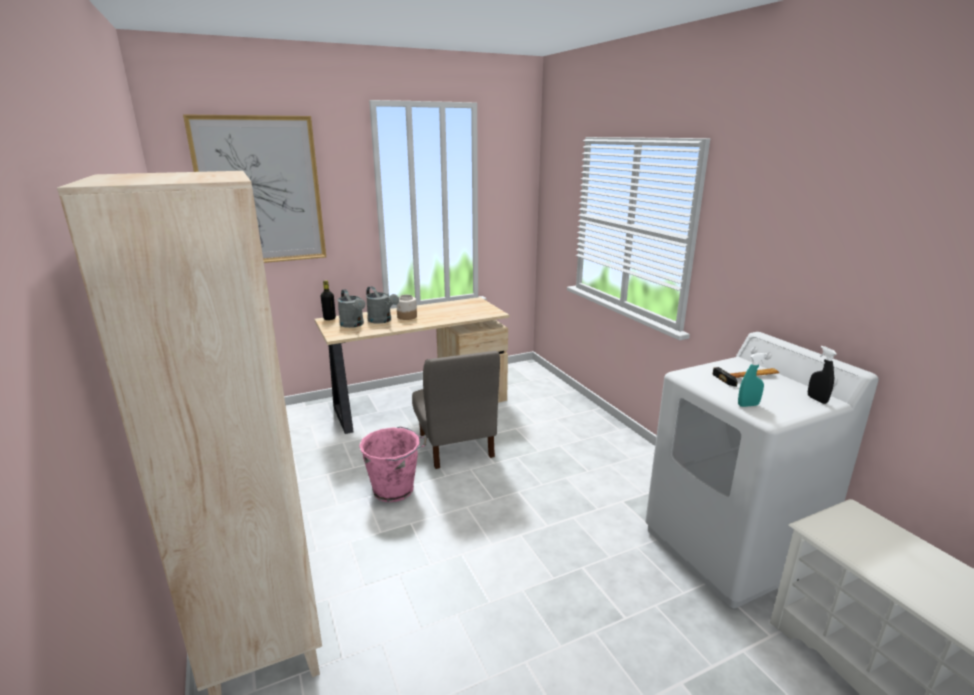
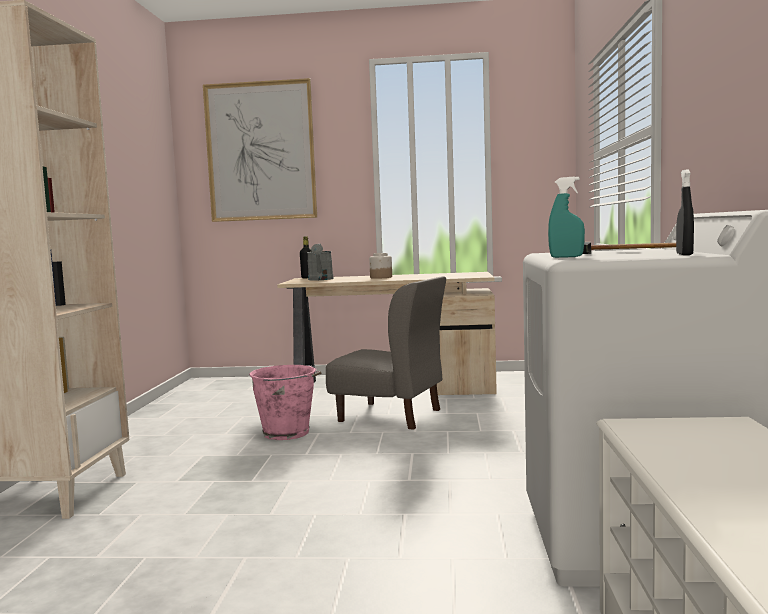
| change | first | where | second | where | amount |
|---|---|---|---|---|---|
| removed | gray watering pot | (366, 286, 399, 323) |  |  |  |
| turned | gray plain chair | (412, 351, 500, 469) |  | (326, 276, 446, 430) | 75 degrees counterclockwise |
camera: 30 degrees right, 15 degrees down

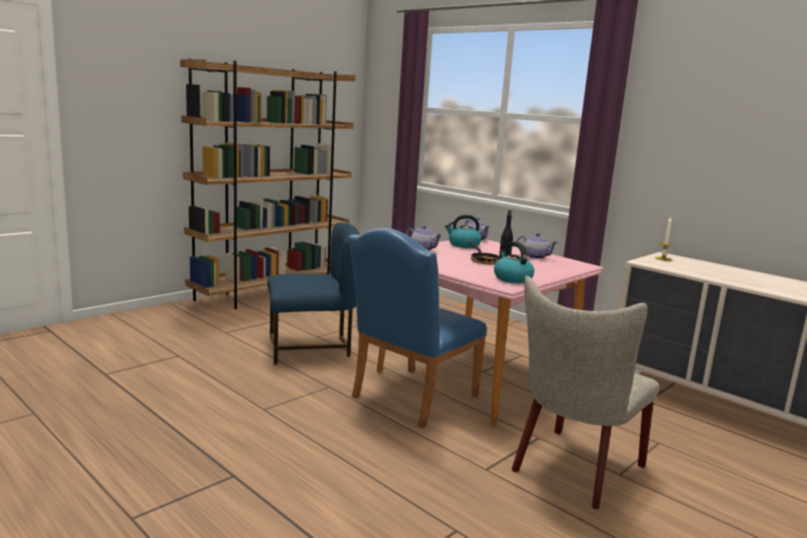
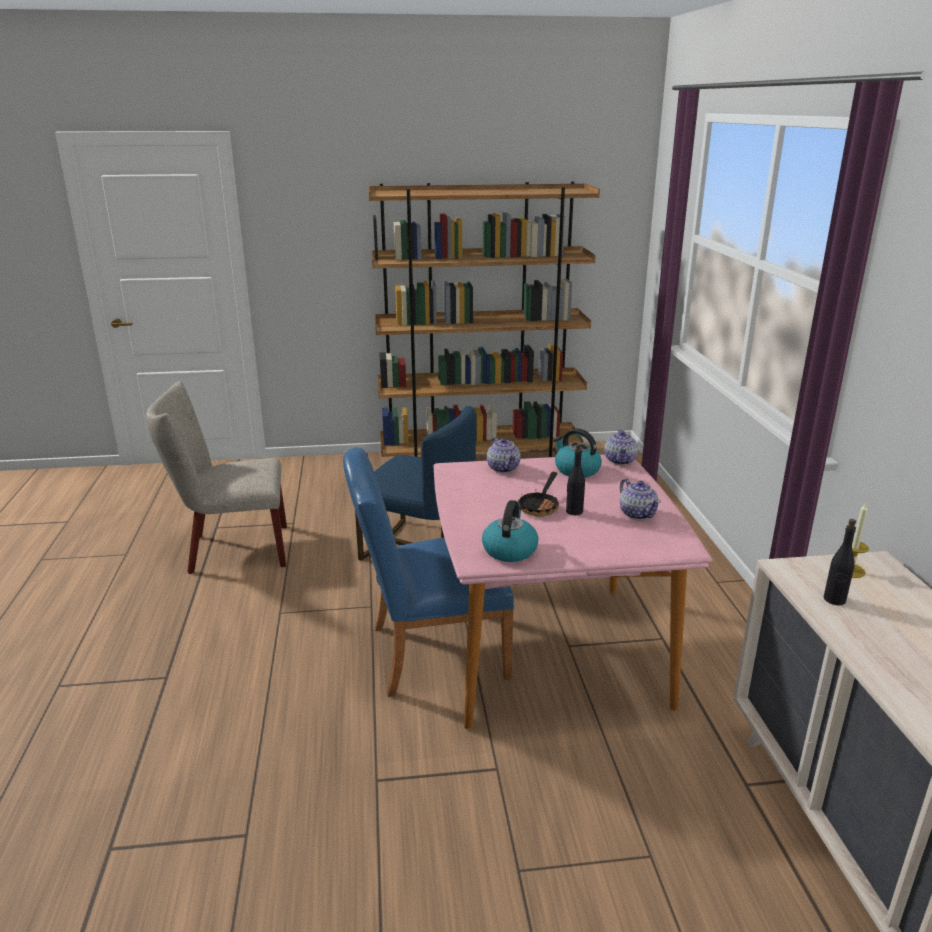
| change | first | where | second | where | amount |
|---|---|---|---|---|---|
| added |  |  | black-coloured bottle | (824, 519, 856, 606) |  |
| moved | beige plain chair | (512, 276, 659, 509) |  | (146, 381, 287, 574) |  |
camera: 40 degrees right, 10 degrees up

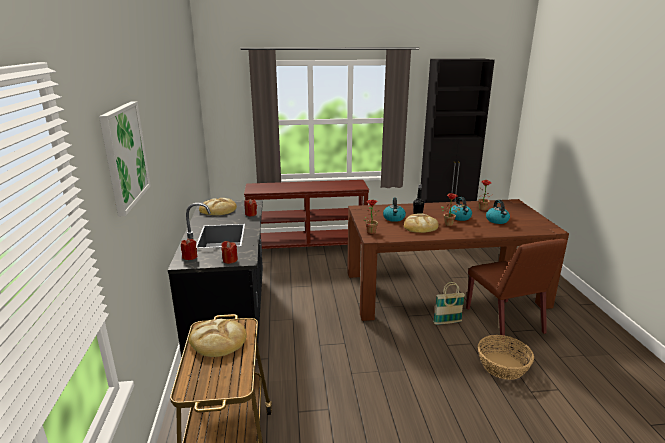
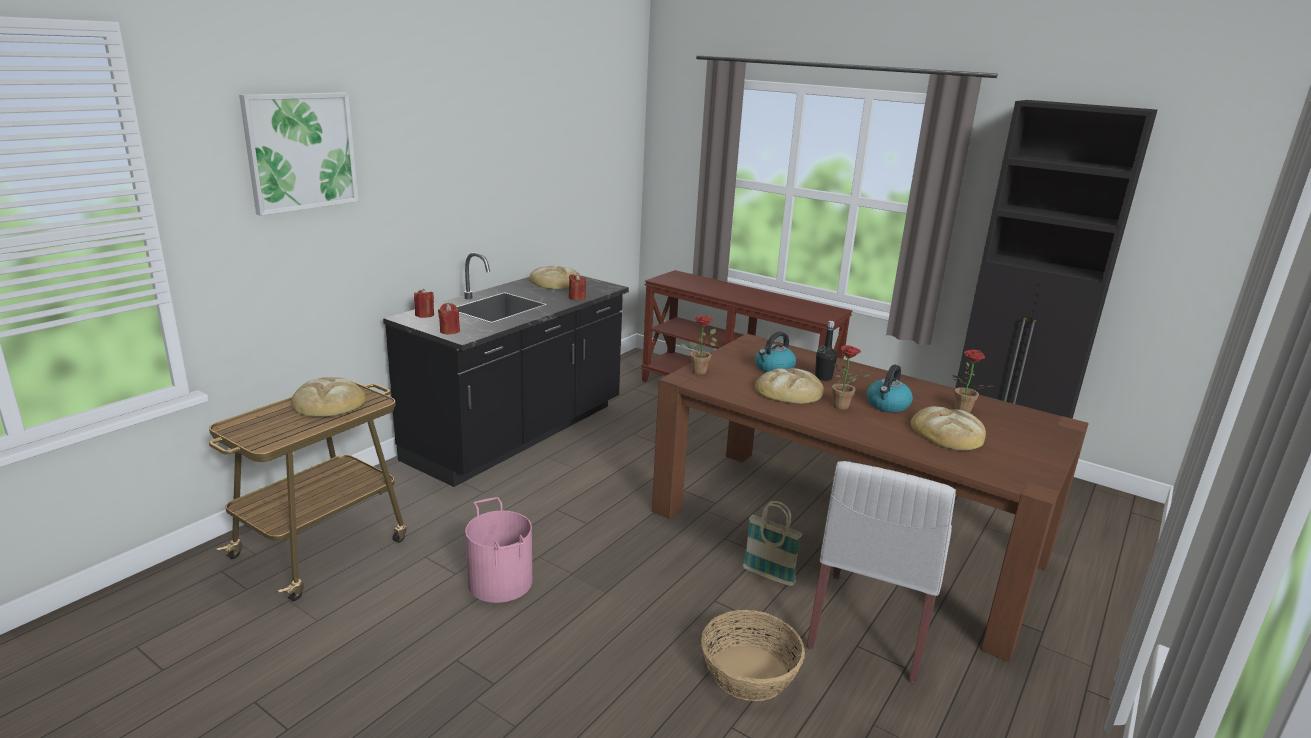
| change | first | where | second | where | amount |
|---|---|---|---|---|---|
| added |  |  | pink bucket | (465, 497, 532, 603) |  |
| replaced | kettle | (486, 200, 510, 224) | bread | (911, 406, 986, 451) |  |
| recoloured | brown-coloured plain chair | (466, 239, 567, 337) | white plain chair | (806, 461, 956, 683) |  |
camera: 40 degrees right, 0 degrees up

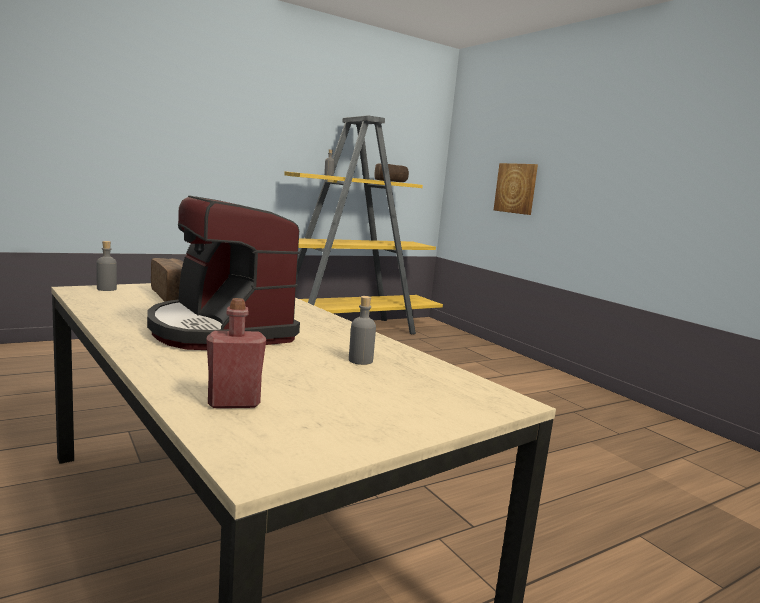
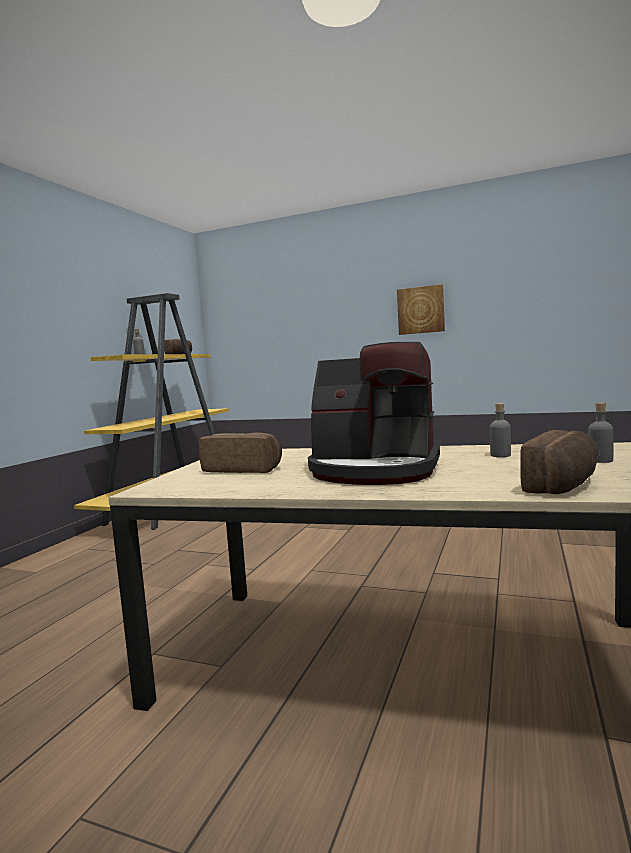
| change | first | where | second | where | amount |
|---|---|---|---|---|---|
| moved | gray bottle | (96, 241, 117, 291) |  | (588, 403, 613, 463) |  |
| moved | wall art | (494, 163, 538, 215) |  | (397, 284, 445, 335) |  |
| replaced | red-coloured bottle | (206, 298, 266, 408) | bread | (520, 430, 599, 494) |  |
camera: 35 degrees left, 5 degrees down

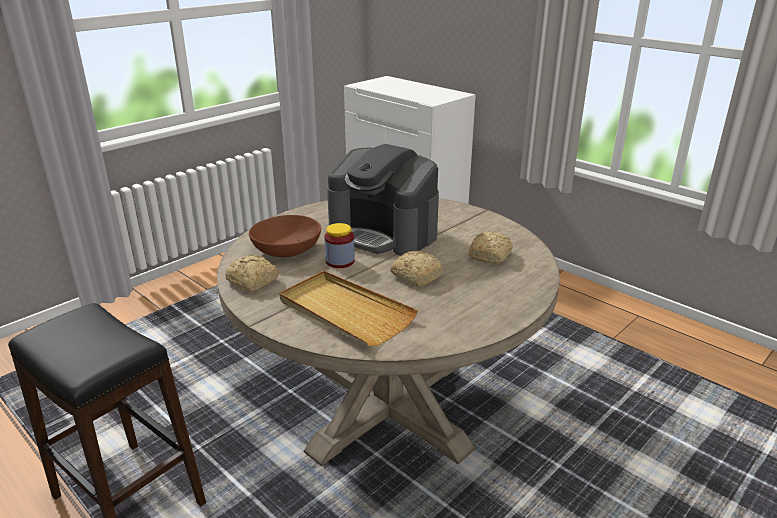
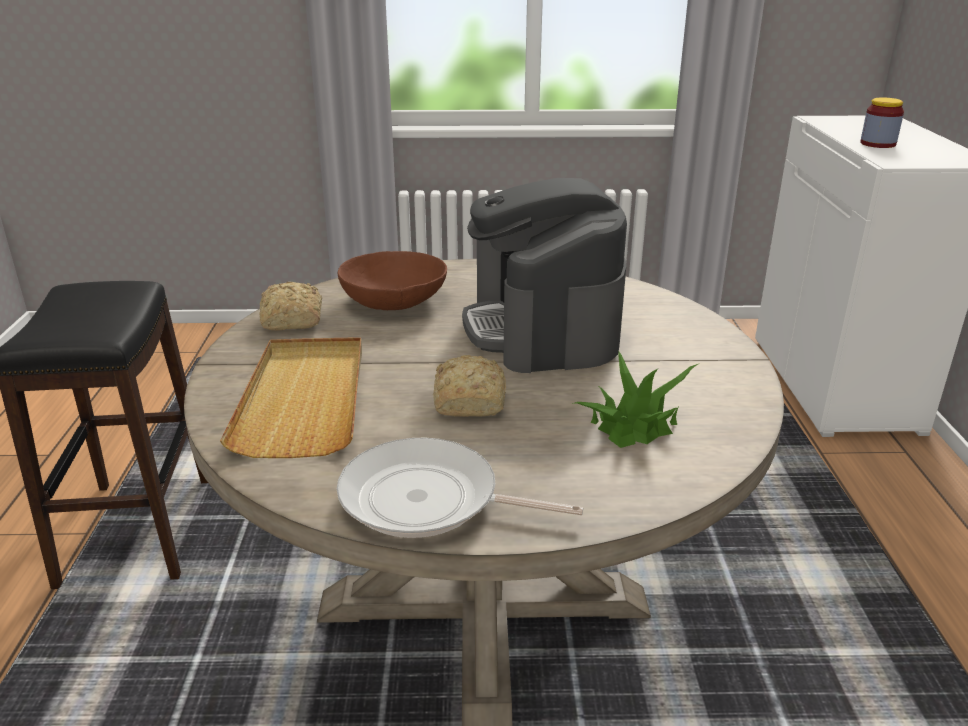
| change | first | where | second | where | amount |
|---|---|---|---|---|---|
| added |  |  | skillet | (337, 438, 583, 538) |  |
| moved | storage jar | (324, 223, 355, 268) |  | (860, 98, 904, 148) |  |
| replaced | bread | (469, 231, 513, 264) | plant in a pot | (572, 352, 700, 448) |  |
camera: 45 degrees right, 0 degrees up

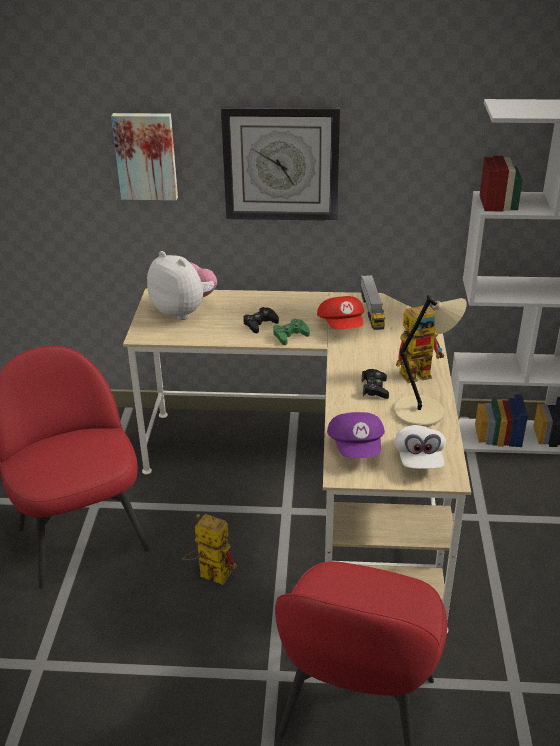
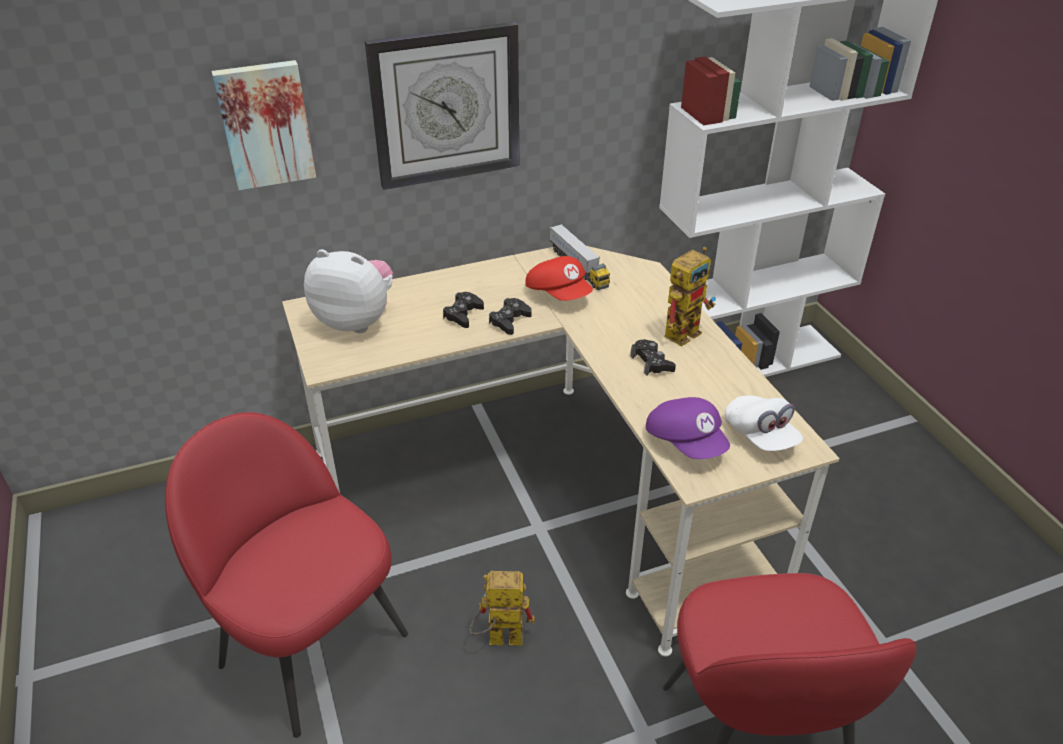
| change | first | where | second | where | amount |
|---|---|---|---|---|---|
| removed | beige tabletop lamp | (394, 295, 467, 427) |  |  |  |
| recoloured | green-coloured game controller | (274, 319, 310, 345) | black-coloured game controller | (489, 298, 532, 335) |  |
camera: 25 degrees left, 5 degrees up

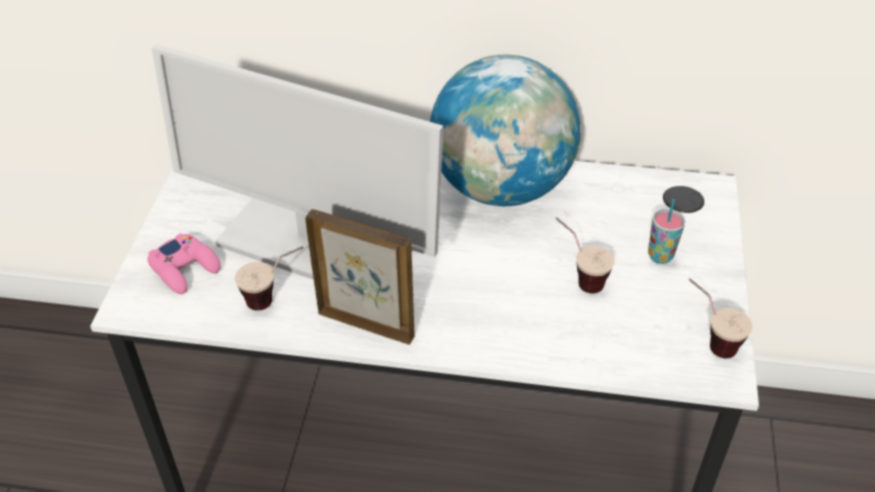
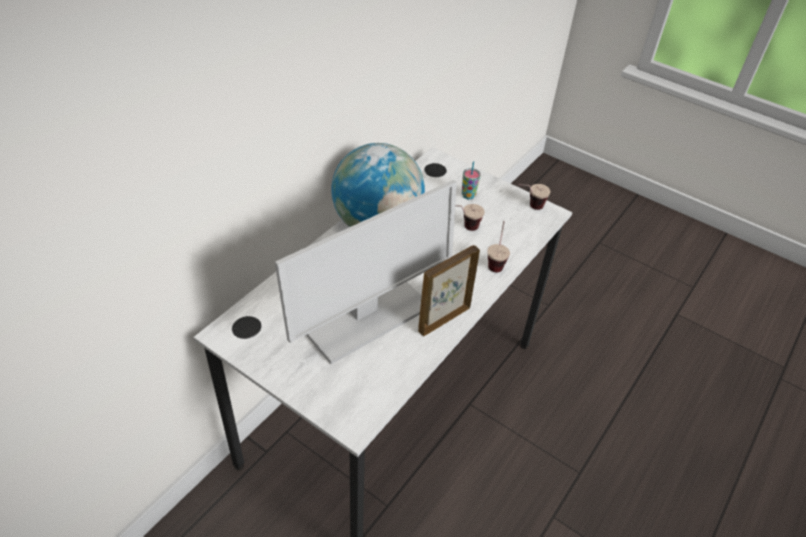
| change | first | where | second | where | amount |
|---|---|---|---|---|---|
| removed | pink game controller | (147, 233, 221, 294) |  |  |  |
| moved | small cup | (235, 246, 303, 311) |  | (487, 221, 510, 272) |  |
camera: 65 degrees left, 0 degrees up

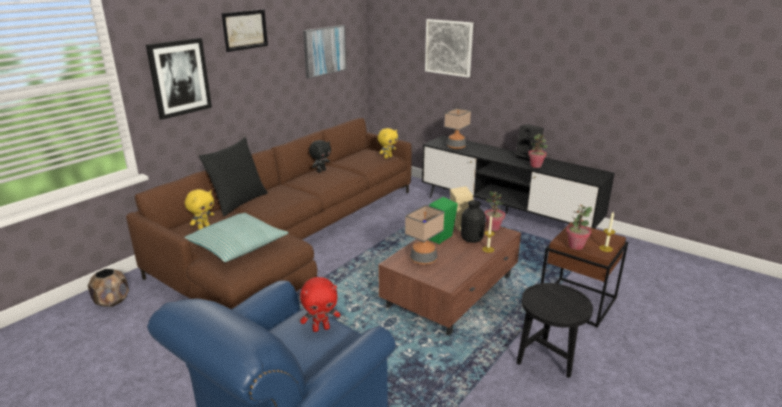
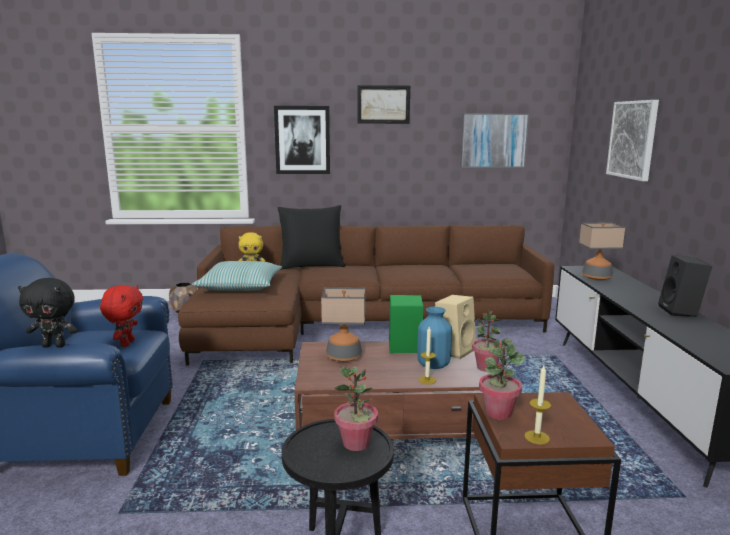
| change | first | where | second | where | amount |
|---|---|---|---|---|---|
| removed | yellowish cuddly toy | (377, 128, 398, 159) |  |  |  |
| moved | black-coloured cuddly toy | (309, 140, 331, 173) |  | (18, 278, 78, 348) |  |
| moved | plant in a pot | (528, 134, 548, 168) |  | (334, 366, 378, 451) |  |
| recoloured | black-coloured flower vase | (461, 200, 486, 243) | bluish flower vase | (417, 307, 452, 369) |  |
| turned | red-coloured cuddly toy | (300, 277, 340, 332) |  | (100, 285, 143, 347) | 120 degrees counterclockwise |
camera: 50 degrees right, 10 degrees down

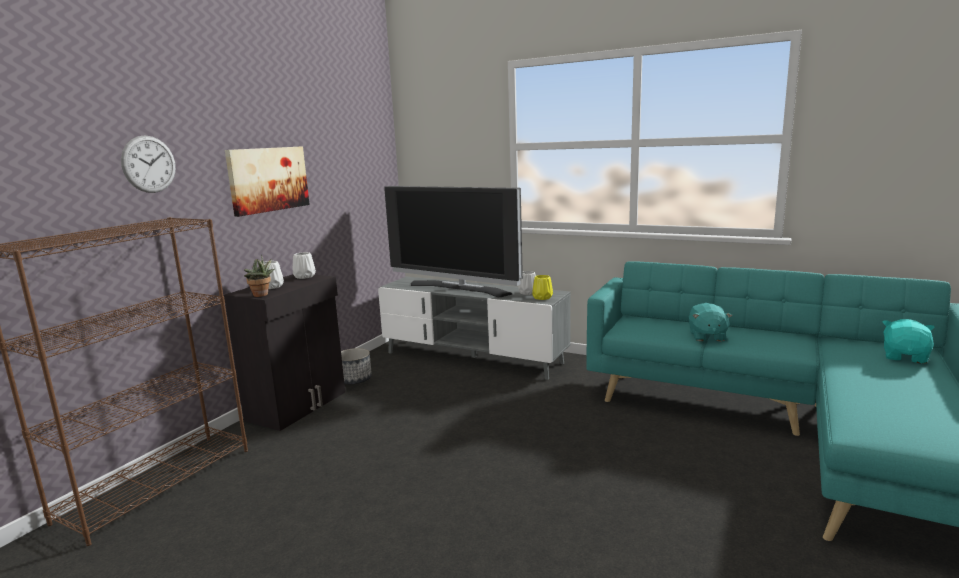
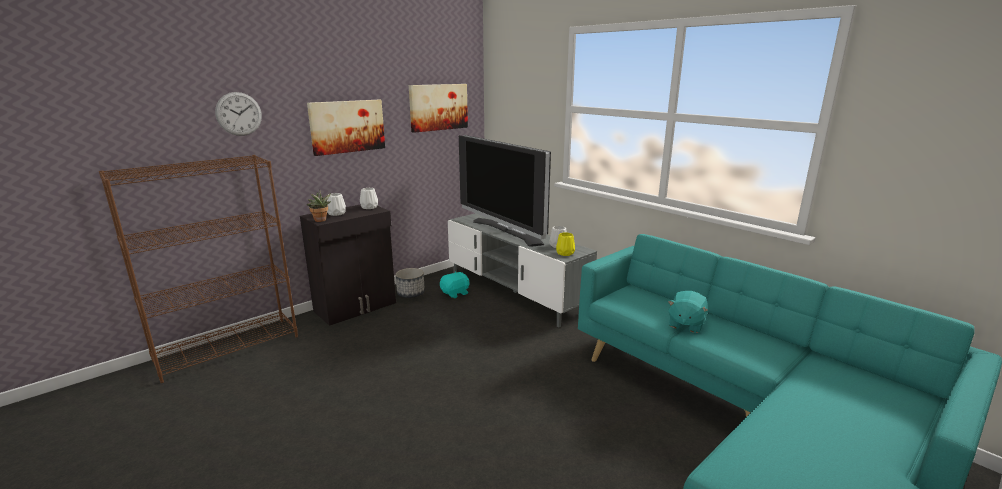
| change | first | where | second | where | amount |
|---|---|---|---|---|---|
| added |  |  | wall art | (409, 84, 468, 133) |  |
| moved | blue-green cuddly toy | (883, 319, 935, 364) |  | (440, 271, 470, 298) |  |
camera: 20 degrees right, 5 degrees up

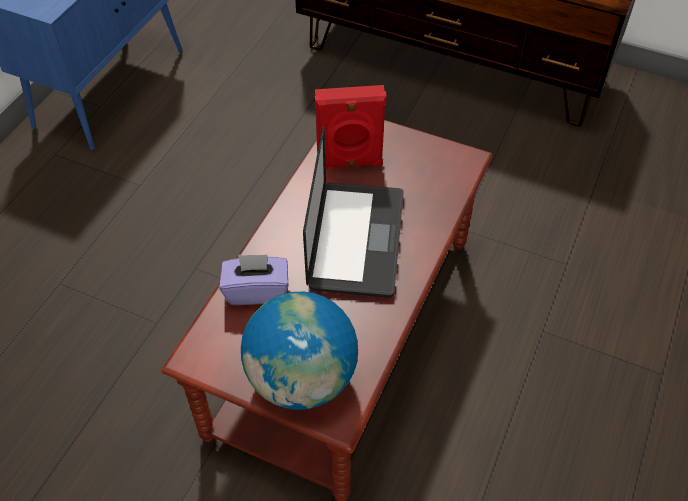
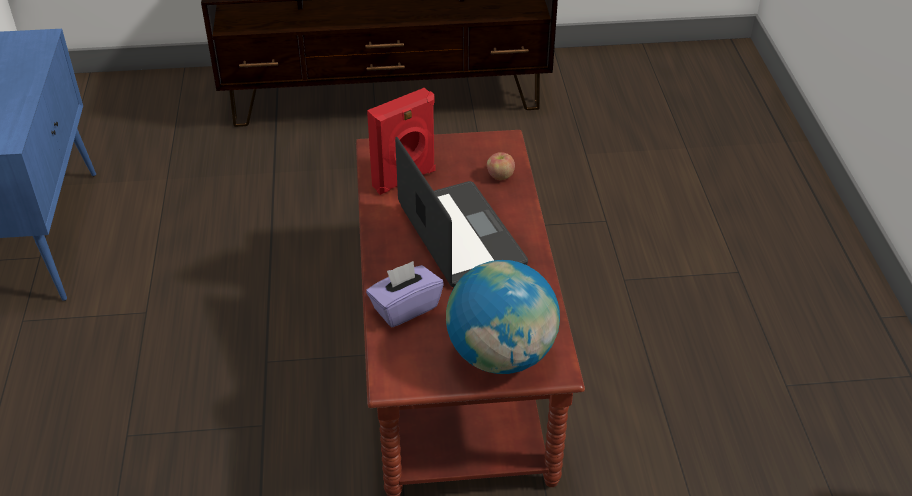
| change | first | where | second | where | amount |
|---|---|---|---|---|---|
| added |  |  | whole apple | (487, 152, 515, 180) |  |
camera: 30 degrees left, 10 degrees down

